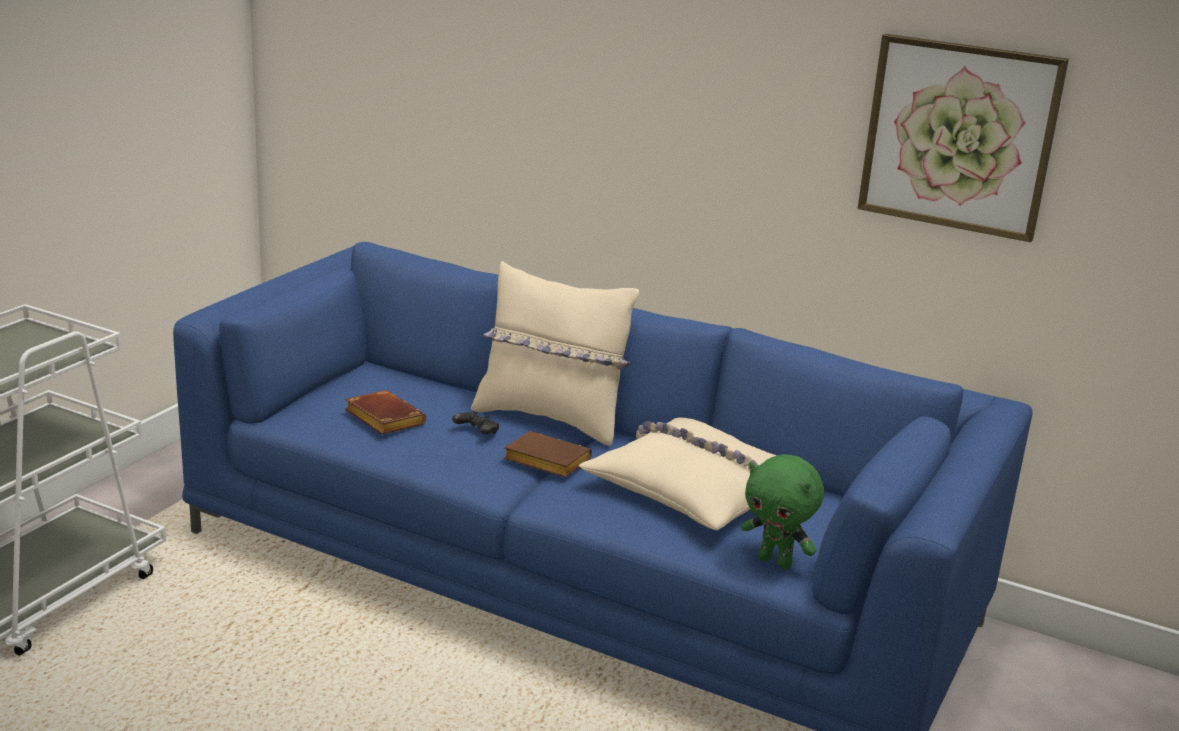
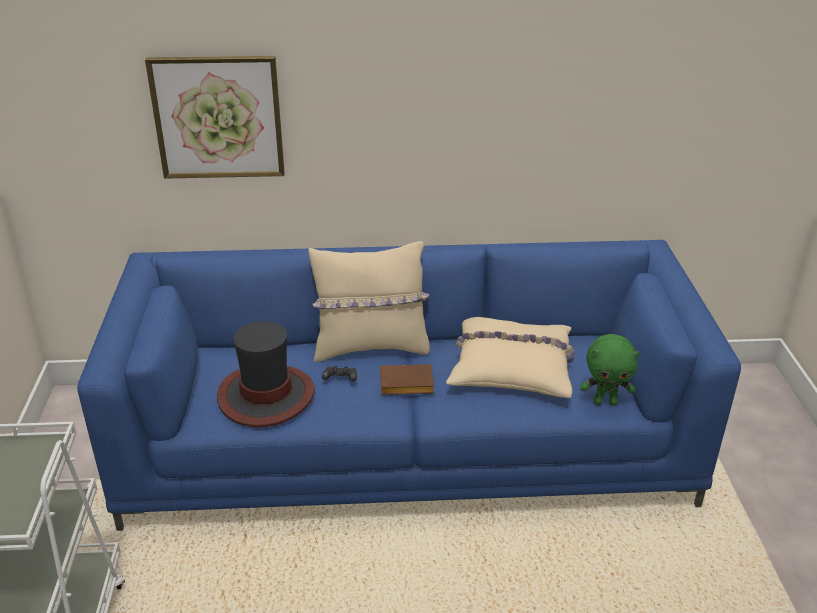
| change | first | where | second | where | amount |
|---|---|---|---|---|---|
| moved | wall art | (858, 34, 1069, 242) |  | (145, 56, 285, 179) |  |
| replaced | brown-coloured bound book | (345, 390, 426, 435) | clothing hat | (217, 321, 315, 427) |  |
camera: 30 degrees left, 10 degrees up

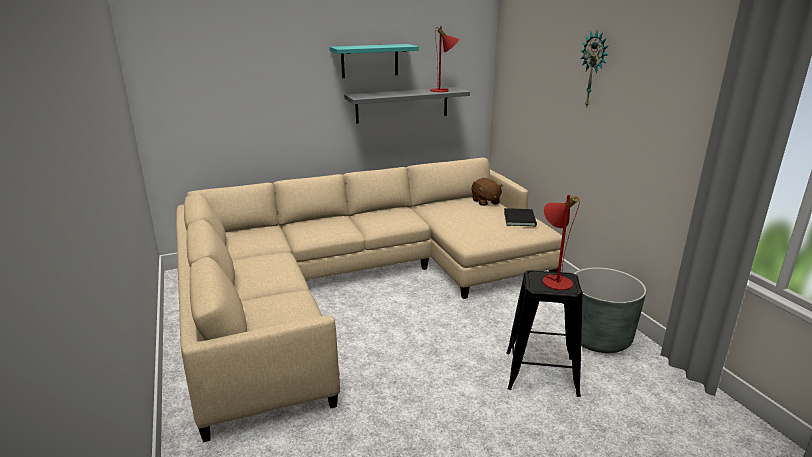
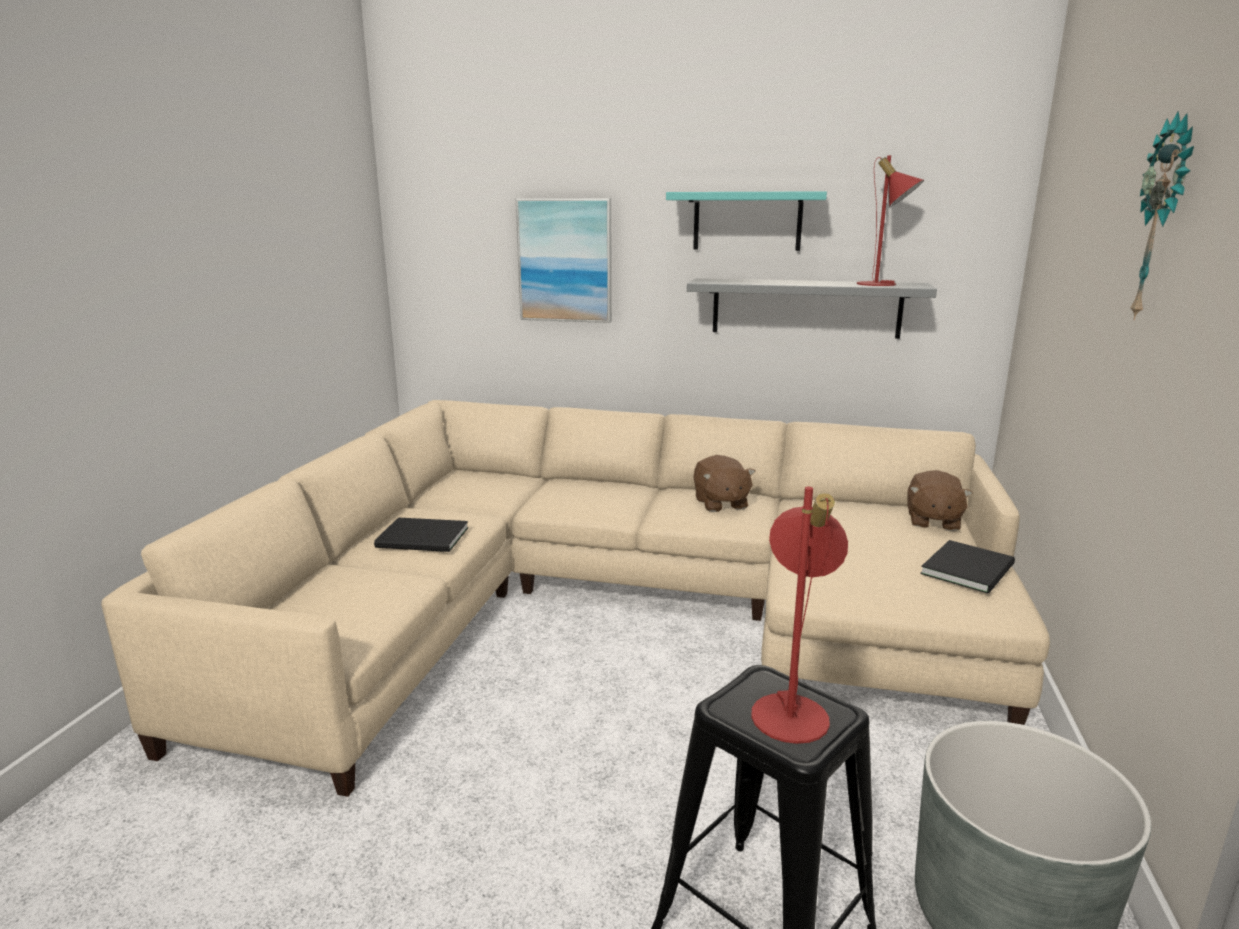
| change | first | where | second | where | amount |
|---|---|---|---|---|---|
| added |  |  | black-coloured bound book | (374, 517, 468, 552) |  |
| added |  |  | wall art | (516, 198, 612, 323) |  |
| added |  |  | brown-coloured cuddly toy | (694, 455, 756, 512) |  |
camera: 35 degrees right, 5 degrees down

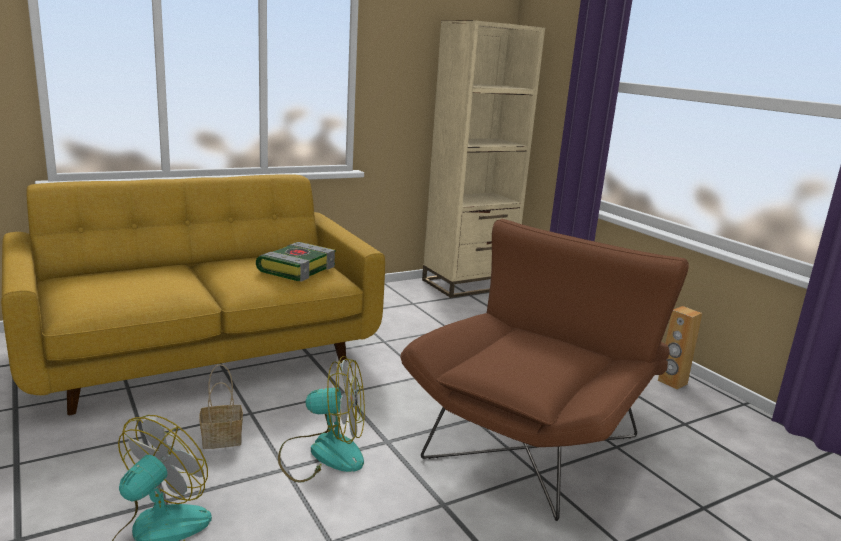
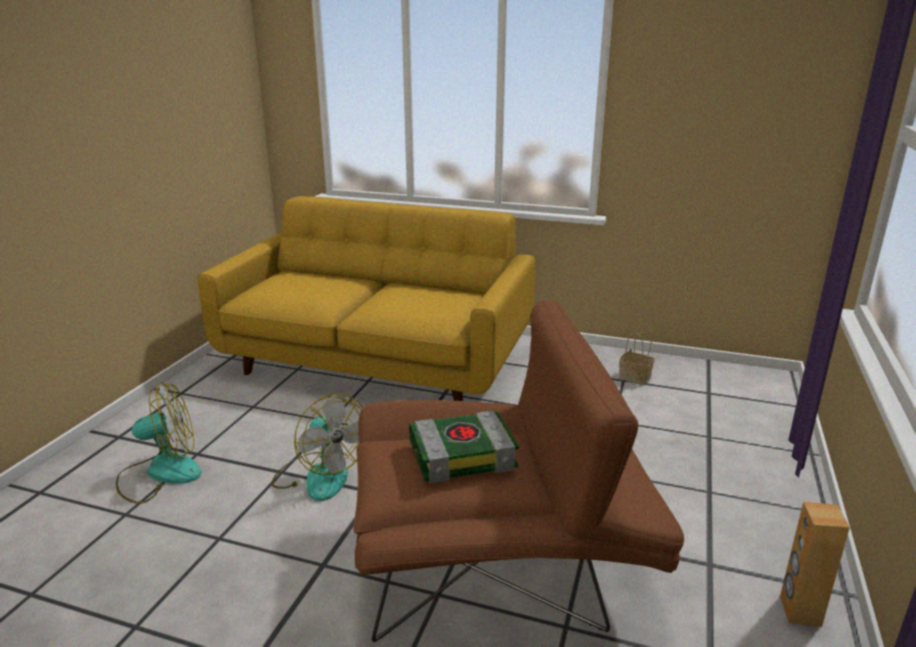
| change | first | where | second | where | amount |
|---|---|---|---|---|---|
| removed | beige bookshelf | (422, 20, 545, 298) |  |  |  |
| moved | household basket | (199, 364, 243, 449) |  | (619, 323, 655, 385) |  |
| moved | bound book | (256, 242, 335, 282) |  | (409, 411, 519, 483) |  |
camera: 50 degrees right, 5 degrees up

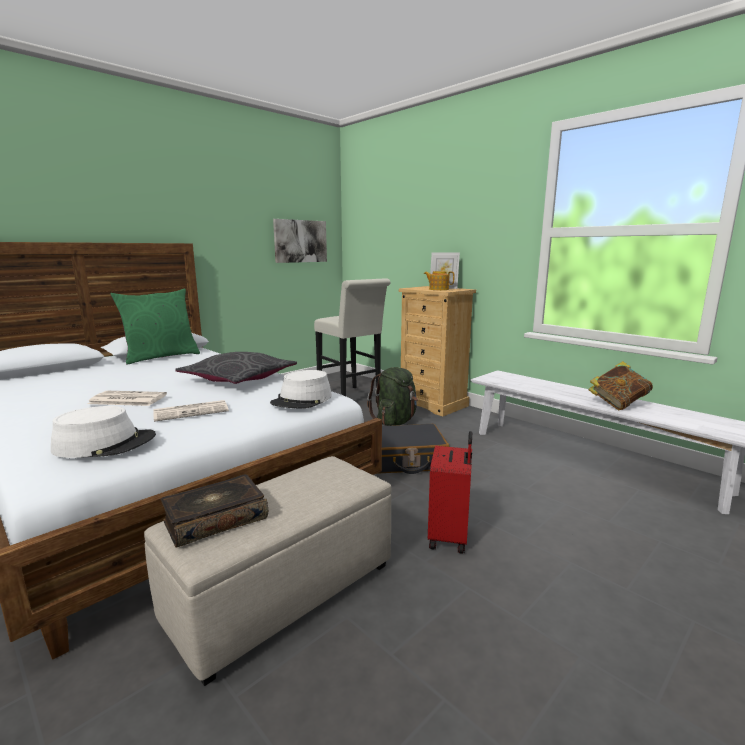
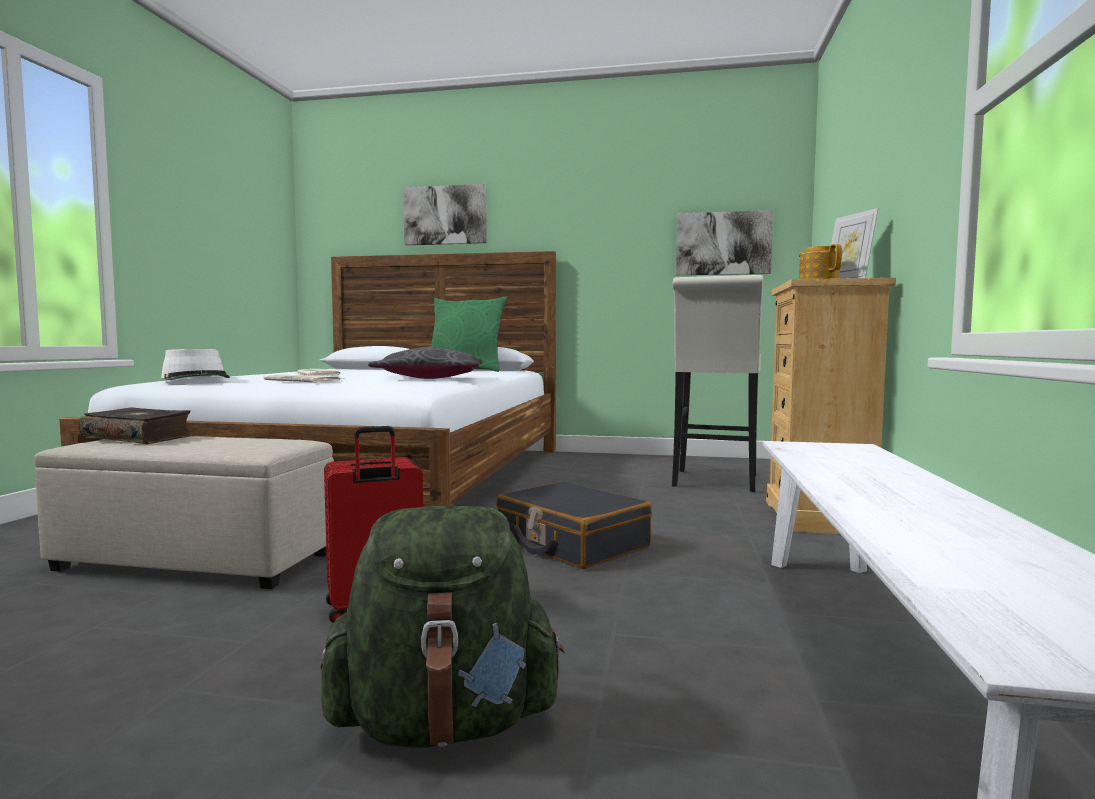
| change | first | where | second | where | amount |
|---|---|---|---|---|---|
| removed | white clothing hat | (270, 370, 332, 409) |  |  |  |
| removed | bound book | (589, 361, 653, 410) |  |  |  |
| added |  |  | wall art | (403, 184, 487, 245) |  |
| moved | green-coloured knapsack | (367, 367, 418, 426) |  | (321, 506, 565, 748) |  |
camera: 55 degrees right, 10 degrees down

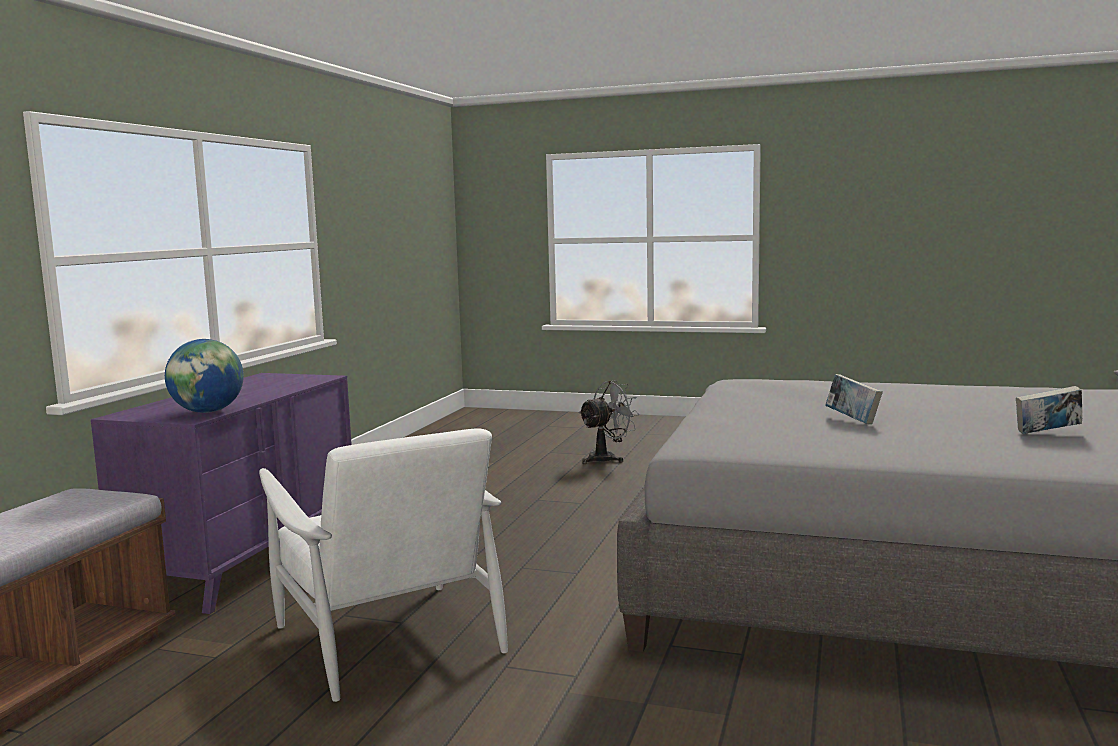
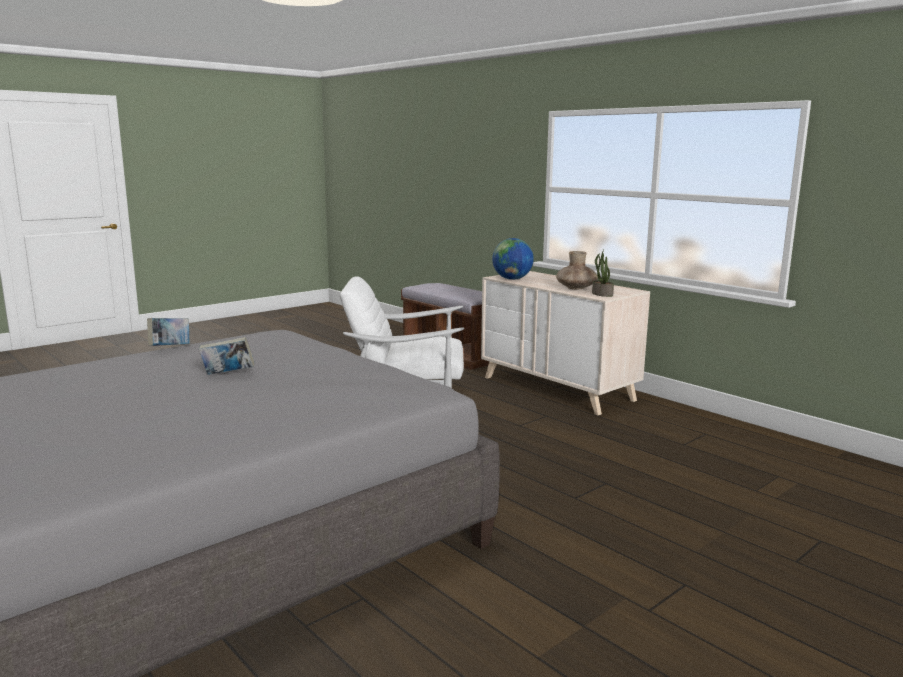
| change | first | where | second | where | amount |
|---|---|---|---|---|---|
| removed | gray fan | (578, 380, 640, 464) |  |  |  |
| added |  |  | brown-coloured flower vase | (556, 251, 598, 289) |  |
| added |  |  | plant in a pot | (592, 249, 614, 297) |  |
| moved | bound book | (1016, 386, 1082, 434) |  | (147, 318, 189, 346) |  |
| recoloured | purple-coloured chest of drawers | (91, 373, 352, 614) | beige chest of drawers | (481, 271, 650, 415) |  |
camera: 120 degrees right, 5 degrees up

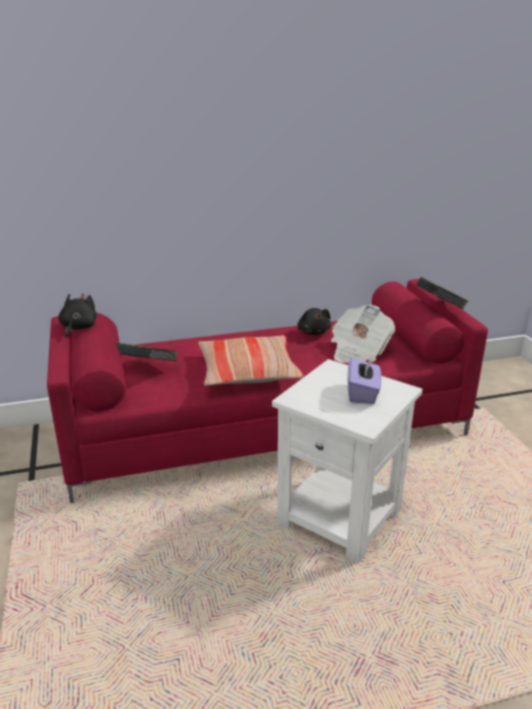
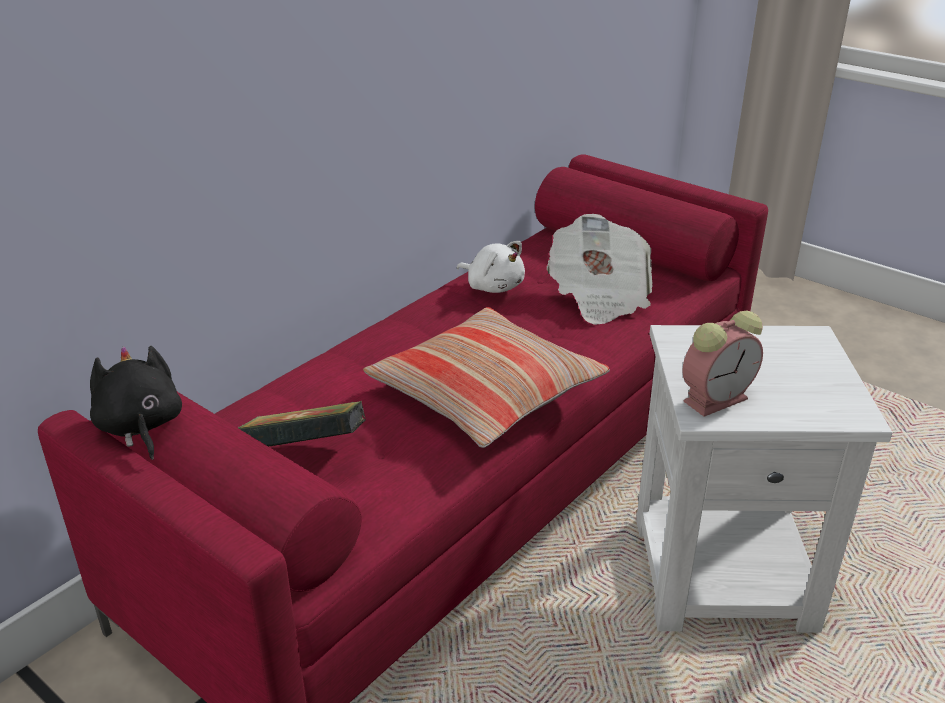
| change | first | where | second | where | amount |
|---|---|---|---|---|---|
| removed | purple-coloured tissue holder | (348, 358, 381, 404) |  |  |  |
| removed | bound book | (416, 277, 469, 309) |  |  |  |
| added |  |  | table clock | (682, 311, 763, 417) |  |
| recoloured | black-coloured cuddly toy | (297, 308, 331, 335) | white cuddly toy | (456, 241, 525, 293) |  |
camera: 35 degrees left, 5 degrees up

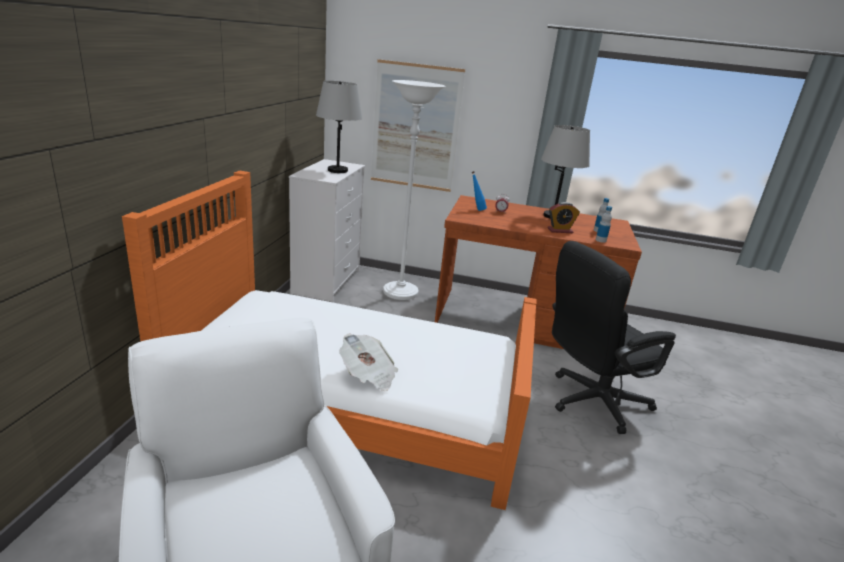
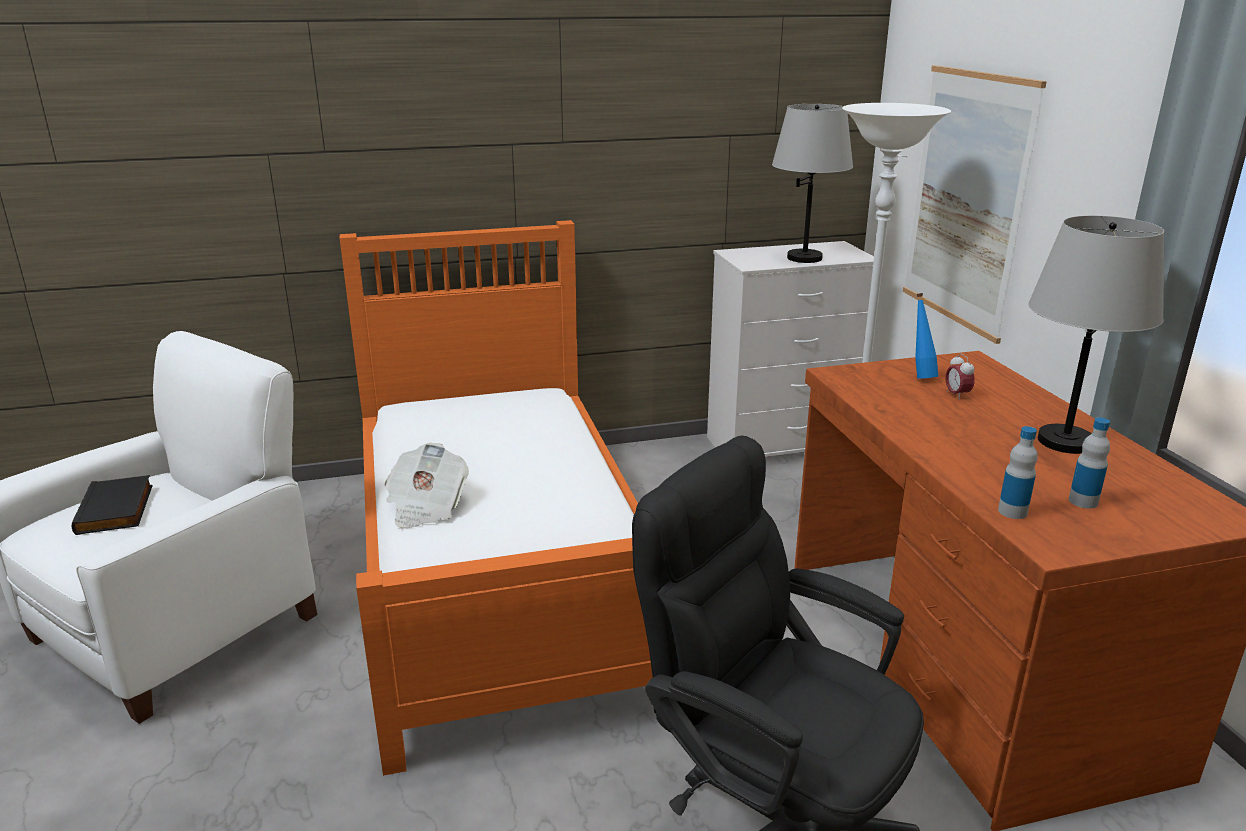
| change | first | where | second | where | amount |
|---|---|---|---|---|---|
| removed | table clock | (548, 202, 580, 233) |  |  |  |
| added |  |  | black-coloured bound book | (72, 475, 153, 535) |  |
camera: 65 degrees right, 0 degrees up

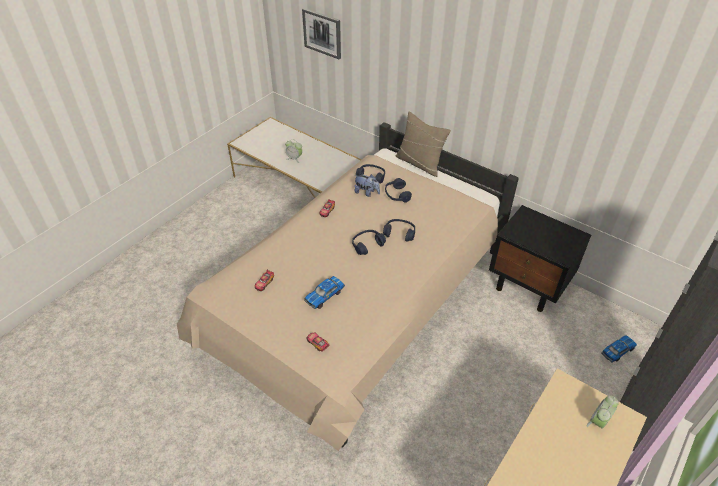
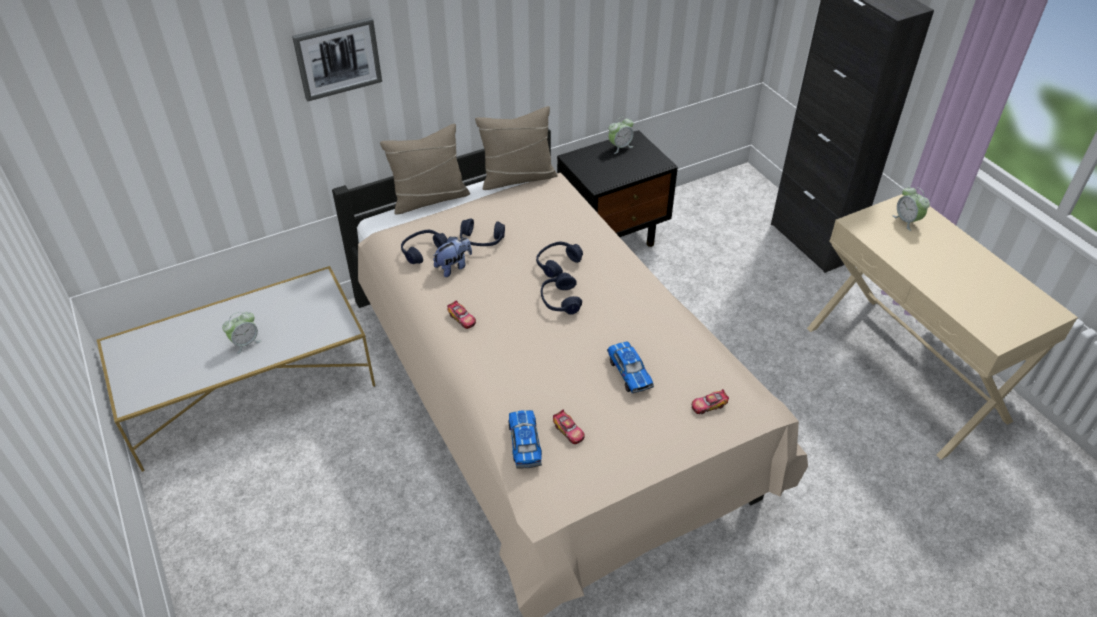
| change | first | where | second | where | amount |
|---|---|---|---|---|---|
| added |  |  | beige throw pillow | (475, 106, 558, 190) |  |
| added |  |  | table clock | (608, 117, 634, 154) |  |
| moved | wall art | (302, 8, 341, 59) |  | (292, 17, 382, 102) |  |
| moved | toy car | (601, 335, 637, 362) |  | (508, 410, 542, 469) |  |
camera: 65 degrees left, 0 degrees up

